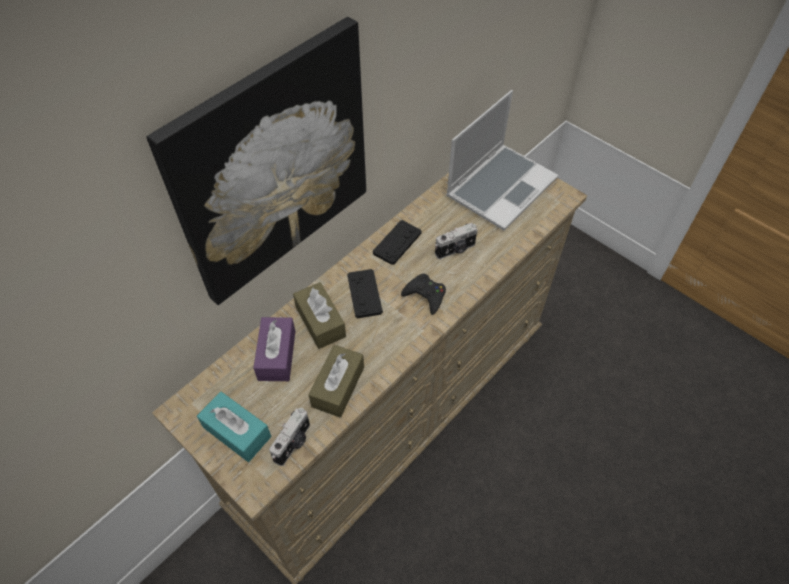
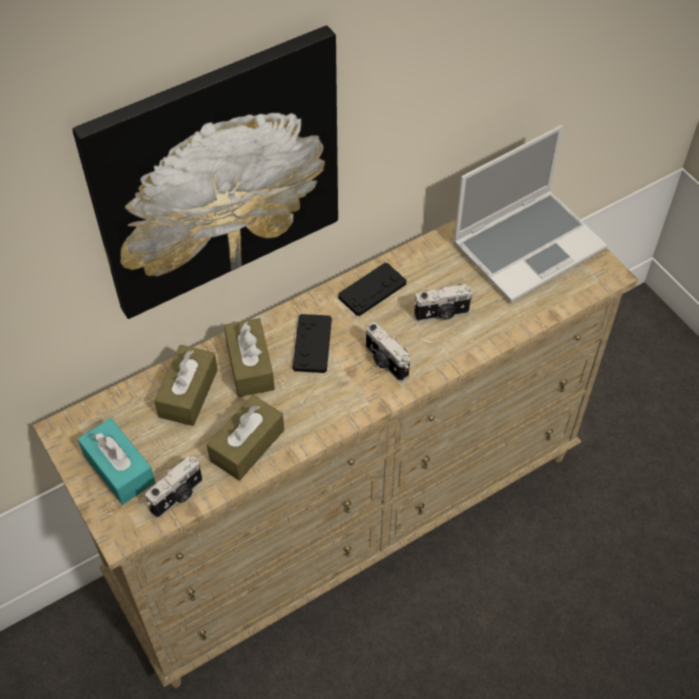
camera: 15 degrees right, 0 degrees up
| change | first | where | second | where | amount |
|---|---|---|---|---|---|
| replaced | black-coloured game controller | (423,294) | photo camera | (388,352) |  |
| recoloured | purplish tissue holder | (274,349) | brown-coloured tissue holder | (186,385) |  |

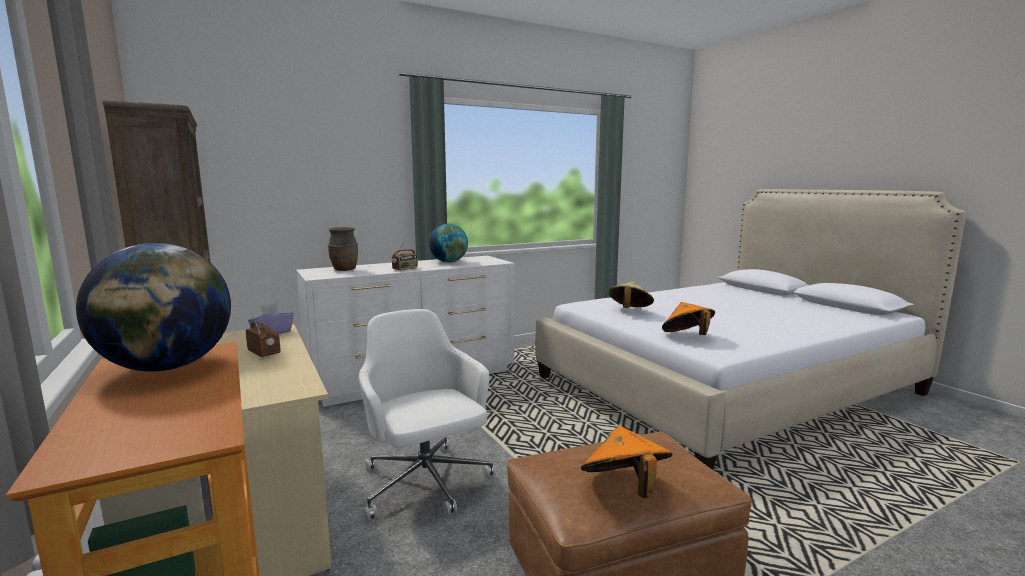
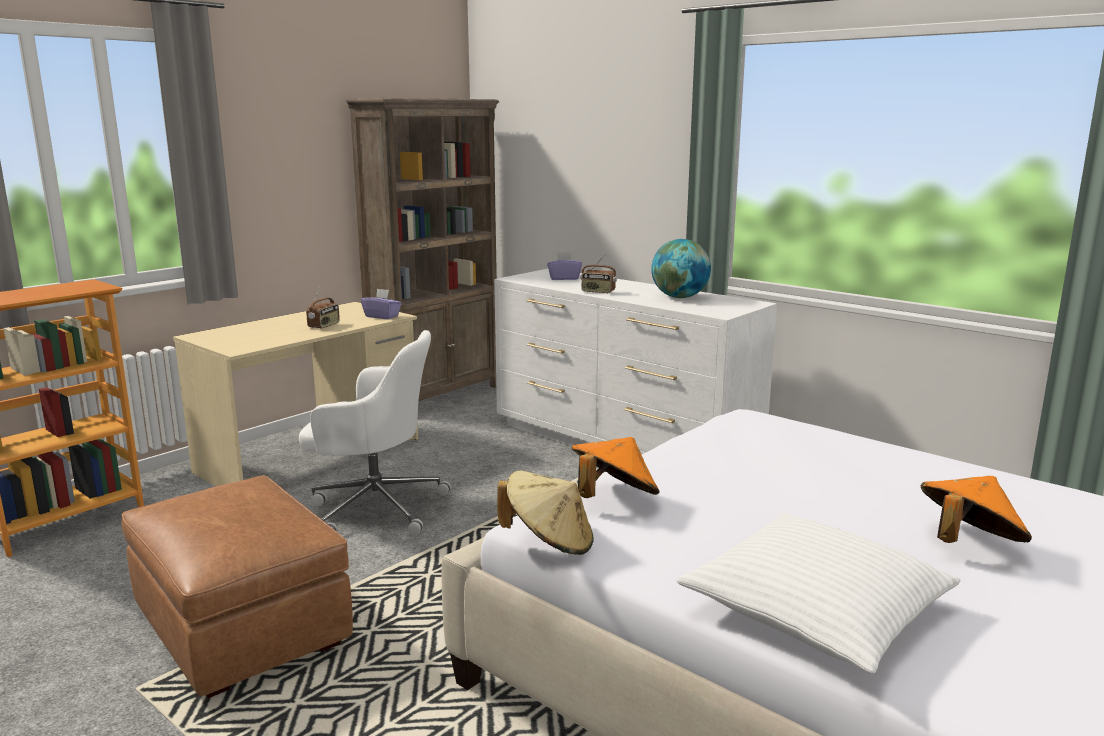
camera: 70 degrees right, 5 degrees up
| change | first | where | second | where | amount |
|---|---|---|---|---|---|
| removed | globe | (153,307) |  |  |  |
| added |  |  | white-coloured cushion | (818,593) |  |
| moved | orange clothing hat | (626,462) |  | (976,509) |  |
| moved | beige-coloured clothing hat | (631,294) |  | (545,512) |  |
| replaced | brown-coloured decorative vase | (343,249) | purplish tissue holder | (564,266) |  |
| turned | white-coloured desk chair | (427,415) |  | (375,432) | 60 degrees clockwise |

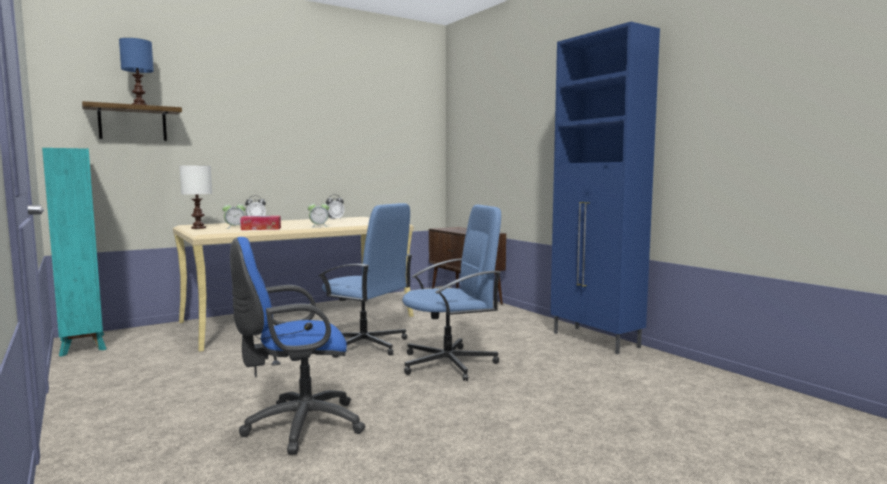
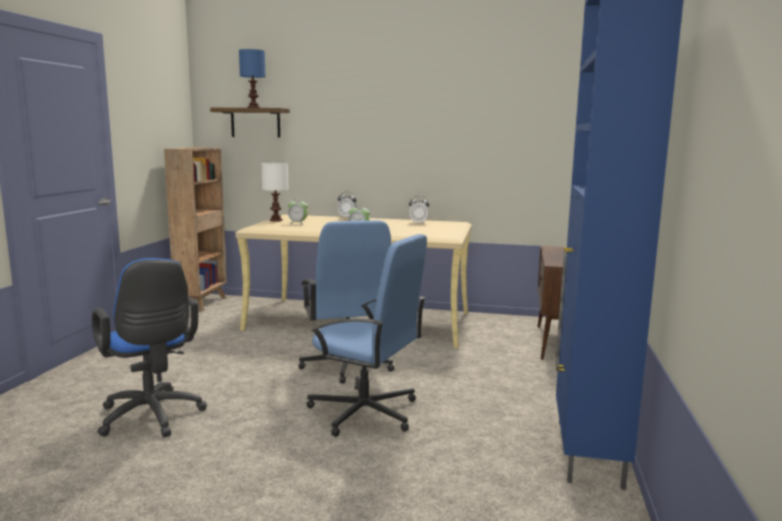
camera: 45 degrees right, 5 degrees up
| change | first | where | second | where | amount |
|---|---|---|---|---|---|
| removed | tissue holder | (260,223) |  |  |  |
| recoloured | turquoise-coloured bookshelf | (74,252) | brown-coloured bookshelf | (195,229) |  |
| turned | blue desk chair | (298,346) |  | (149,347) | 150 degrees counterclockwise |

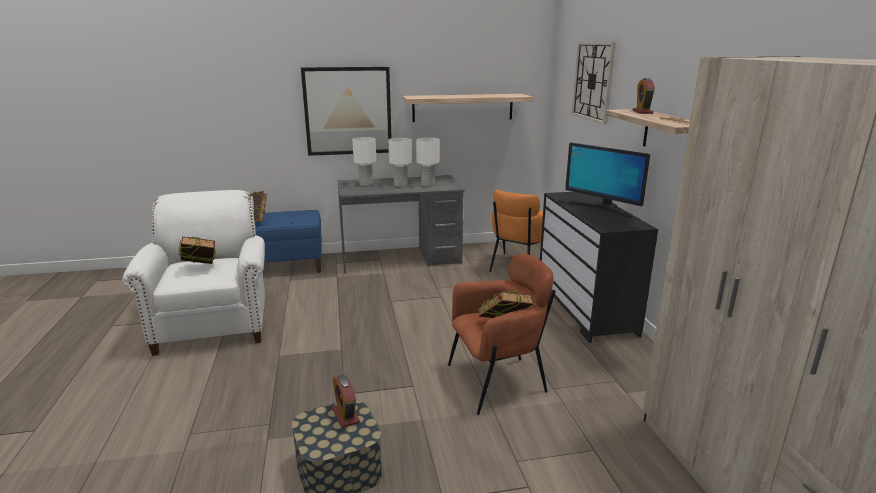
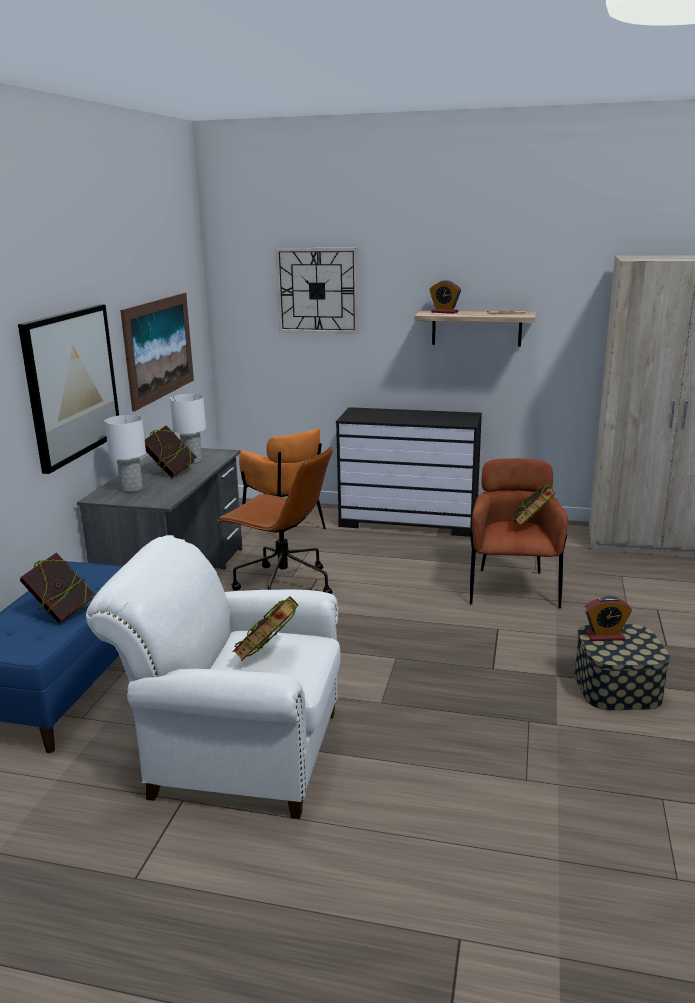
camera: 65 degrees left, 0 degrees up
| change | first | where | second | where | amount |
|---|---|---|---|---|---|
| removed | monitor | (607,179) |  |  |  |
| added |  |  | brown-coloured desk chair | (275,520) |  |
| replaced | white-coloured tabletop lamp | (400,162) | book | (171,452) |  |
| replaced | shelf | (468,108) | picture | (157,352) |  |

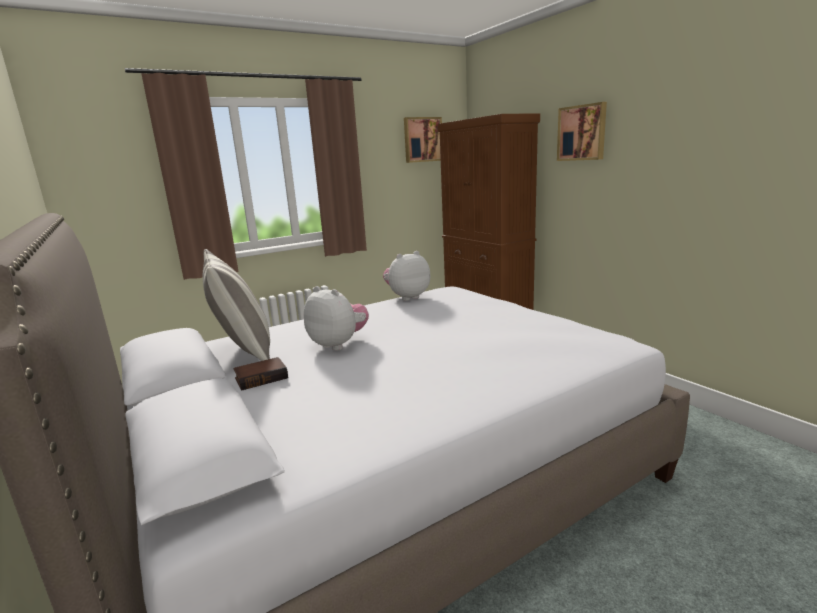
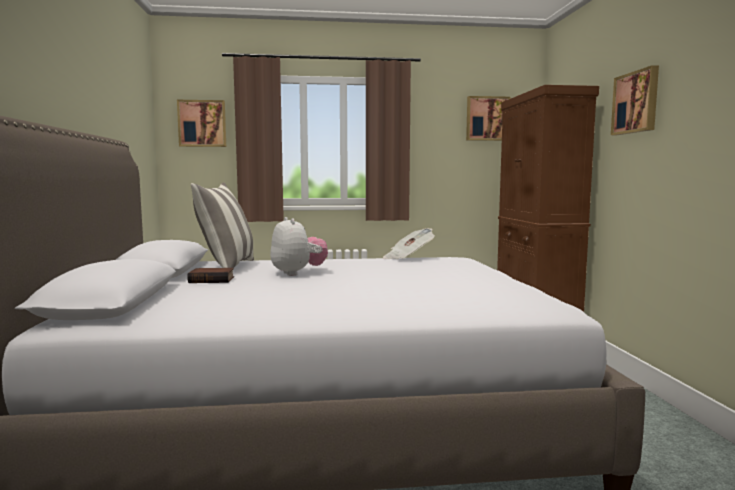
camera: 25 degrees right, 10 degrees down
| change | first | where | second | where | amount |
|---|---|---|---|---|---|
| added |  |  | picture | (201,123) |  |
| replaced | cuddly toy | (406,276) | printed paper | (408,243) |  |

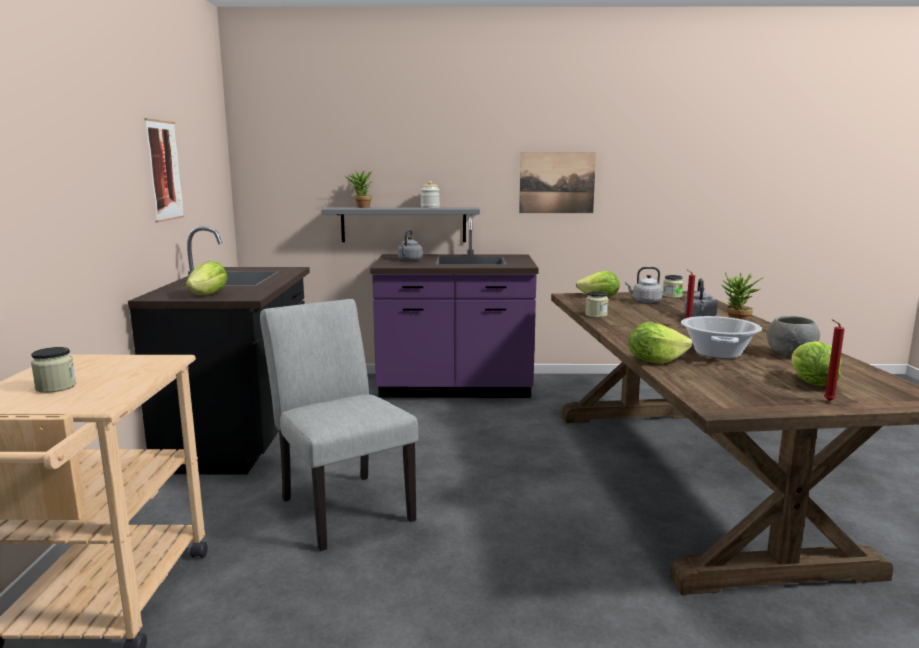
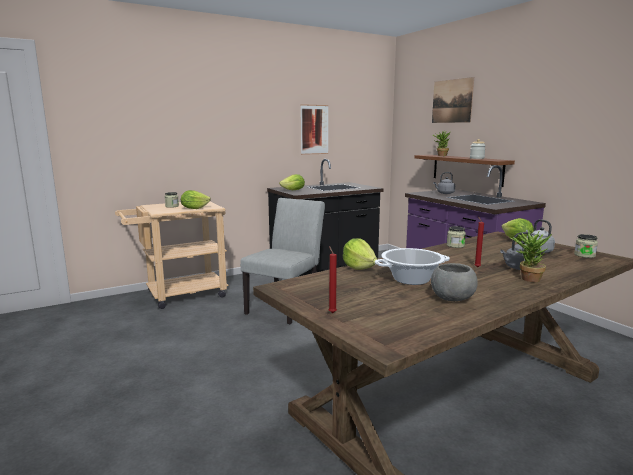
camera: 60 degrees right, 0 degrees up
| change | first | where | second | where | amount |
|---|---|---|---|---|---|
| moved | picture | (557,182) |  | (453,100) |  |
| moved | lettuce head | (817,363) |  | (196,199) |  |
| recoloured | grey shelf | (400,224) | brown-coloured shelf | (465,171) |  |

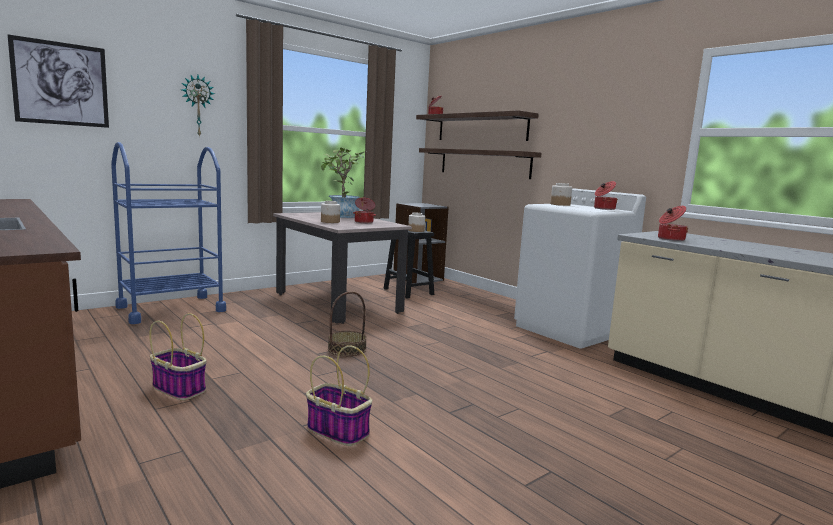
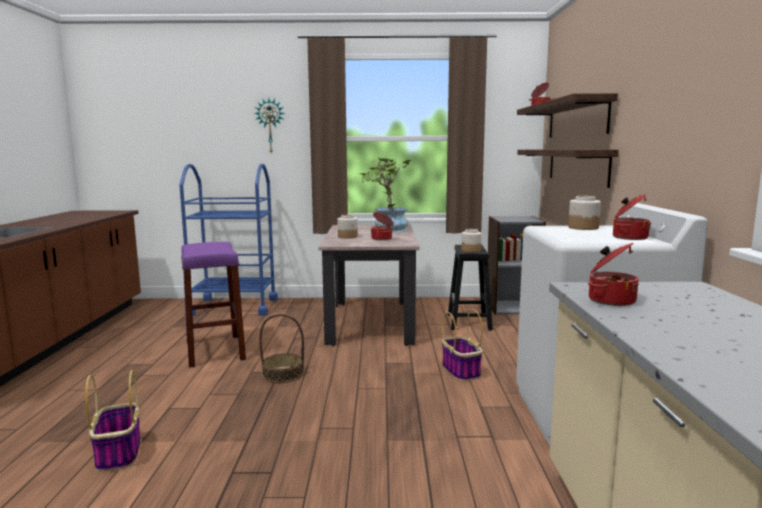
camera: 40 degrees right, 0 degrees up
| change | first | where | second | where | amount |
|---|---|---|---|---|---|
| removed | picture | (58,81) |  |  |  |
| added |  |  | purplish sitting stool | (213,305) |  |
| moved | basket | (178,357) |  | (462,345) |  |

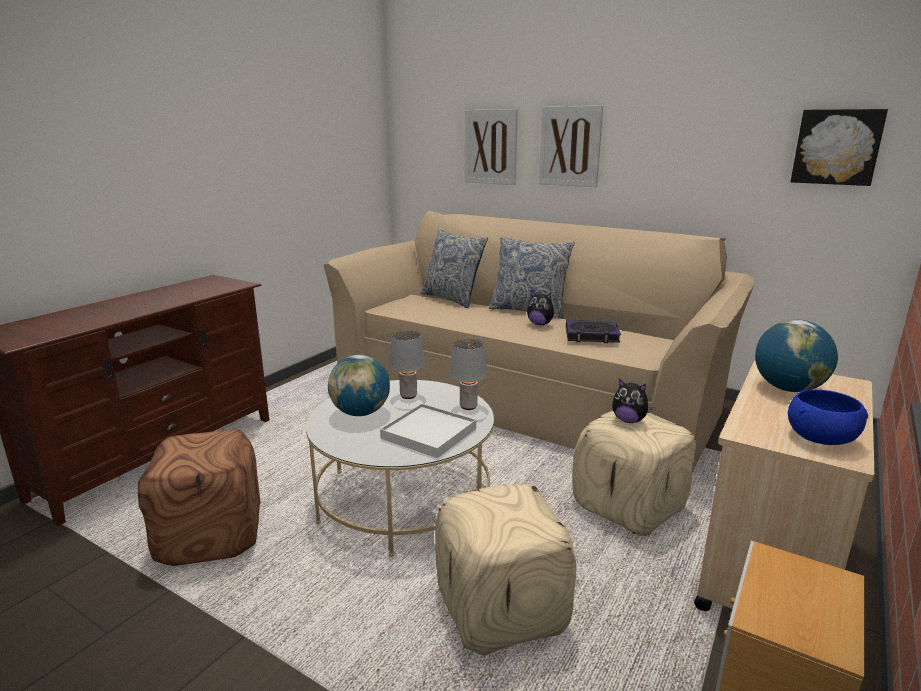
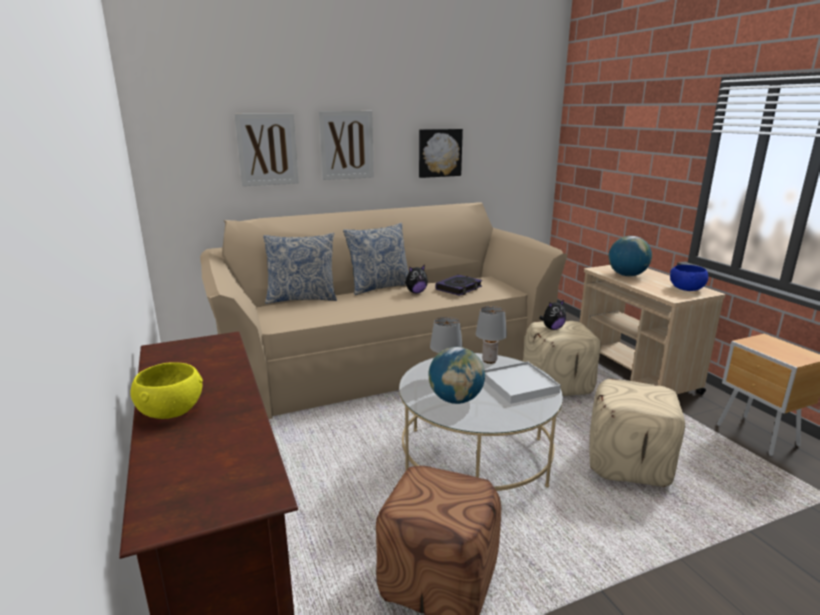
camera: 55 degrees left, 0 degrees up
| change | first | where | second | where | amount |
|---|---|---|---|---|---|
| added |  |  | yellow bowl | (167,390) |  |
| moved | picture | (839,147) |  | (441,153) |  |

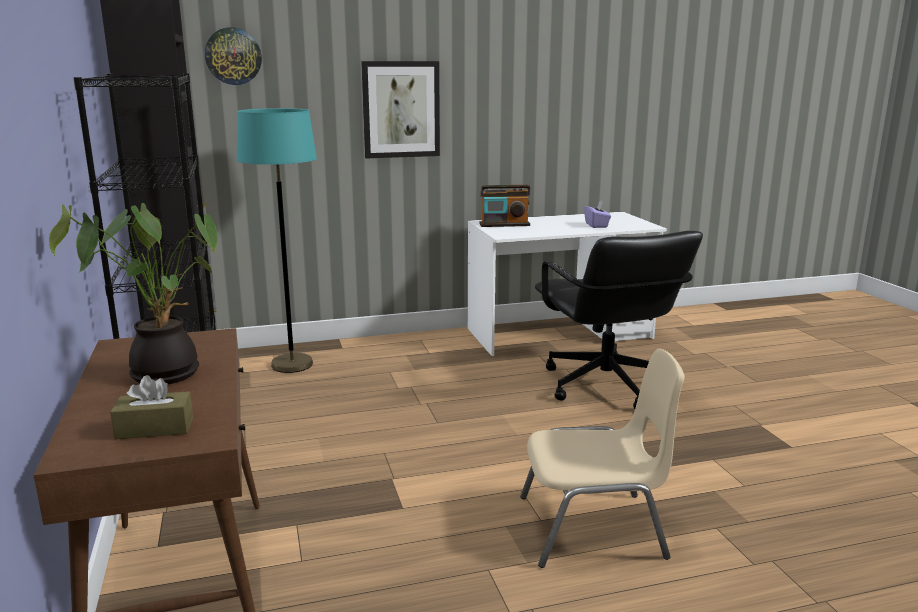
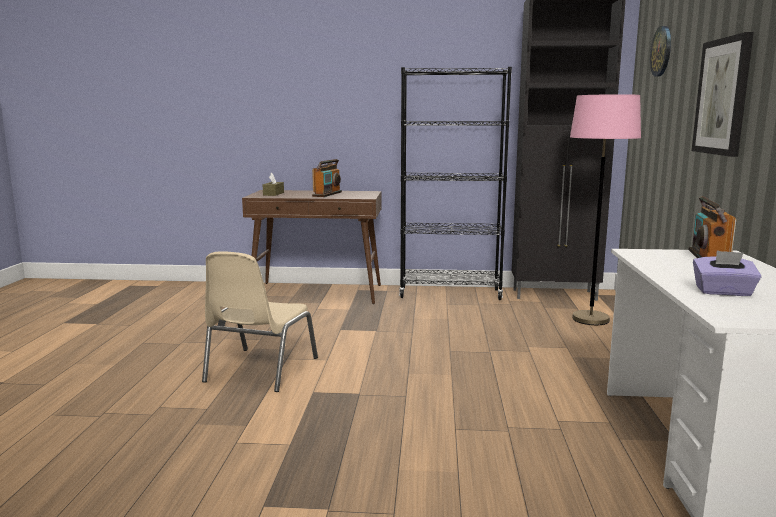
camera: 110 degrees right, 5 degrees down
| change | first | where | second | where | amount |
|---|---|---|---|---|---|
| removed | black-coloured desk chair | (619,320) |  |  |  |
| replaced | houseplant | (133,293) | radio | (327,178) |  |
| recoloured | turquoise-coloured standard lamp | (277,240) | pinkish standard lamp | (605,209) |  |

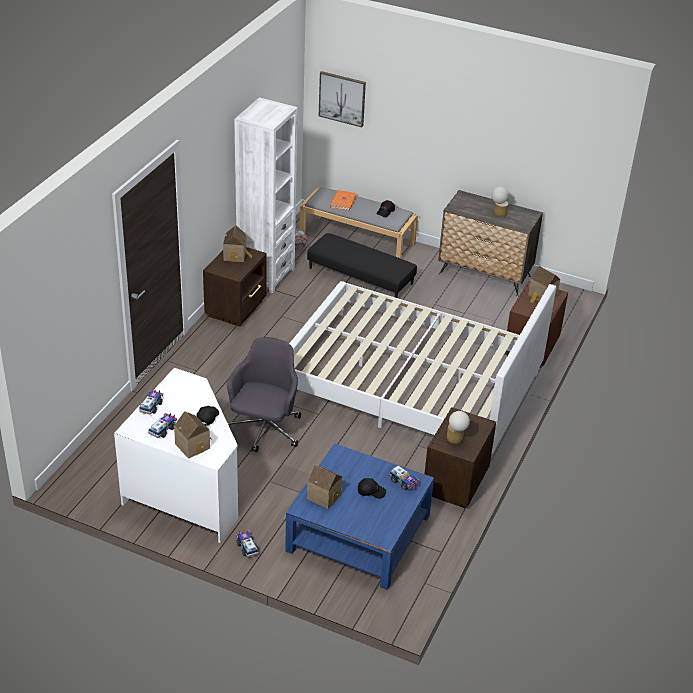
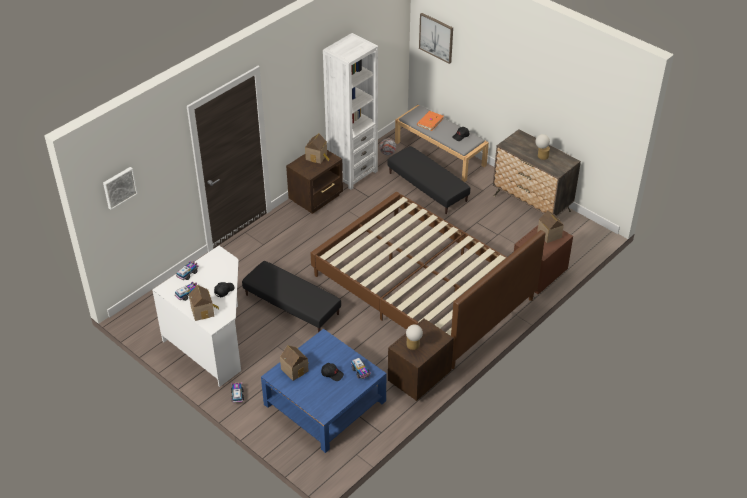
camera: 20 degrees right, 5 degrees up
| change | first | where | second | where | amount |
|---|---|---|---|---|---|
| added |  |  | picture | (120,188) |  |
| replaced | grey desk chair | (264,394) | black-coloured pouffe | (291,296) |  |
| recoloured | white-coloured bed | (422,367) | brown-coloured bed | (427,280) |  |

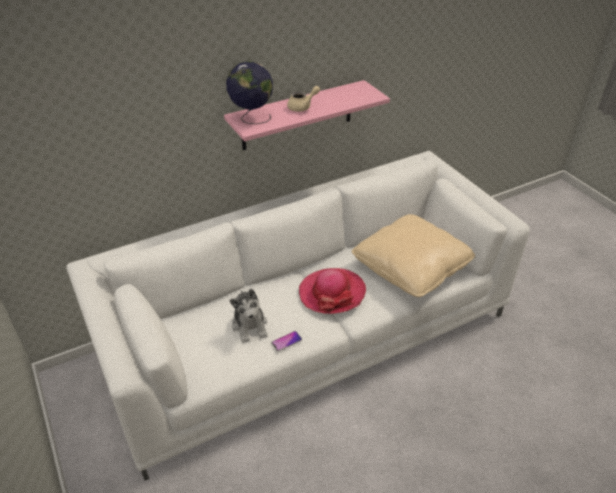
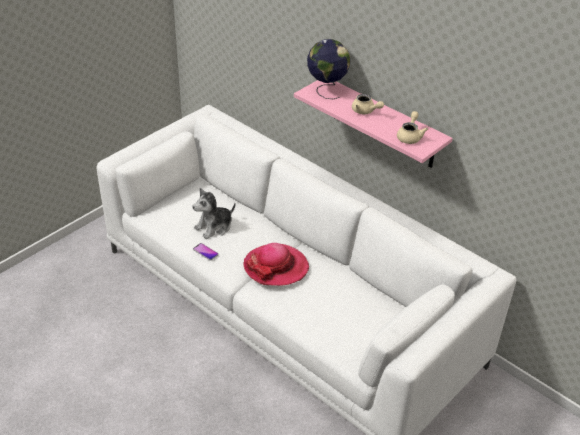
camera: 70 degrees right, 0 degrees up
| change | first | where | second | where | amount |
|---|---|---|---|---|---|
| removed | beige-coloured cushion | (413,255) |  |  |  |
| added |  |  | beige-coloured tea pot | (412,127) |  |

